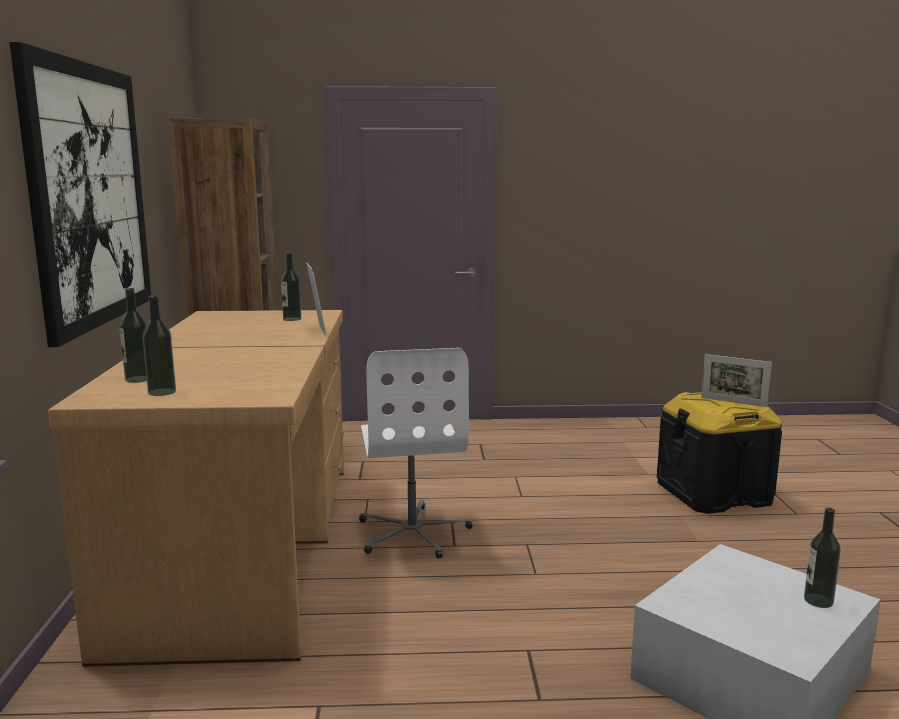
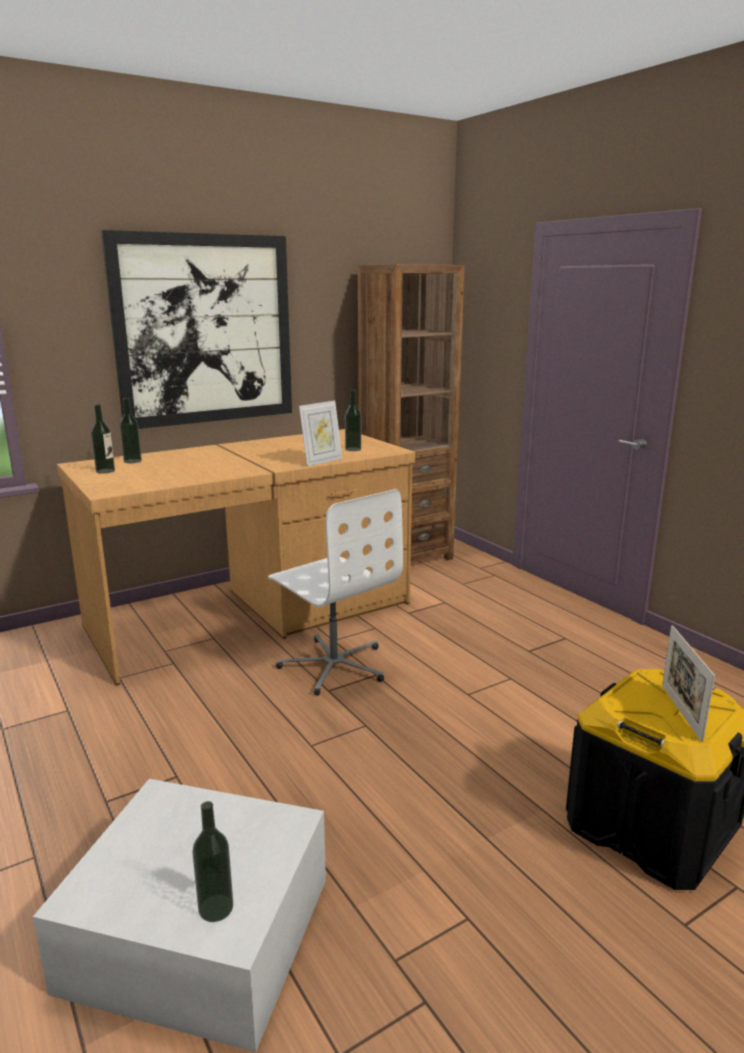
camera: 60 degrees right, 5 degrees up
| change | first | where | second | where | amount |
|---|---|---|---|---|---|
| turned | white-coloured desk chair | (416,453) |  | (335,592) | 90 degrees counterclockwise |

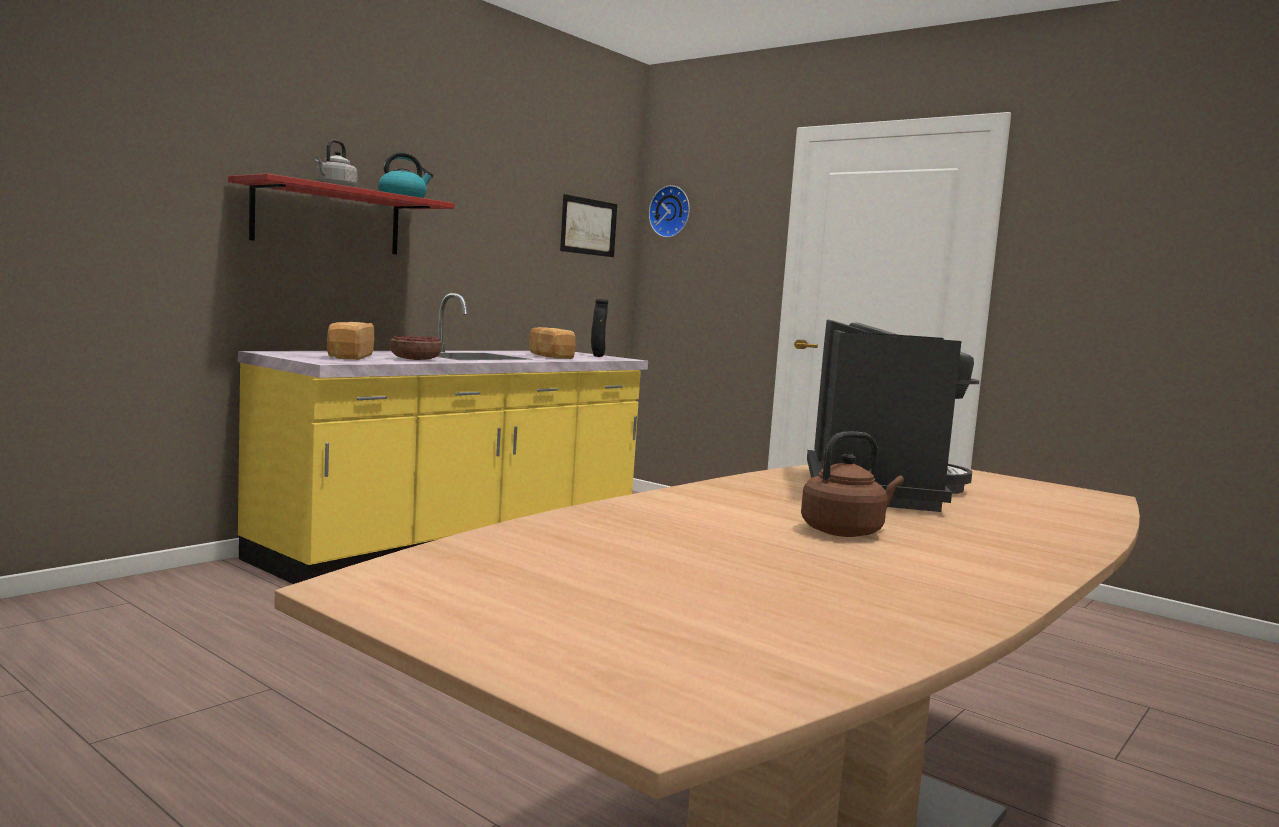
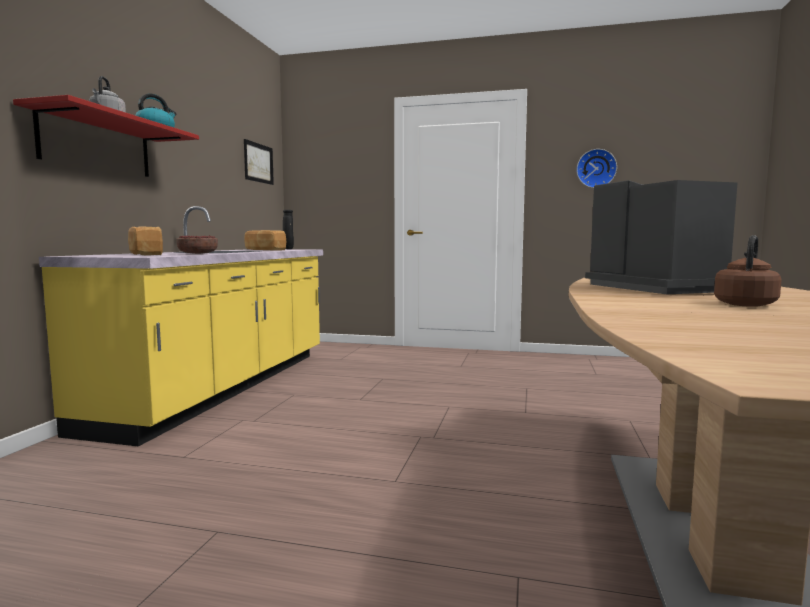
camera: 25 degrees left, 0 degrees up
| change | first | where | second | where | amount |
|---|---|---|---|---|---|
| moved | clock on the wall | (669,211) |  | (596,168) |  |

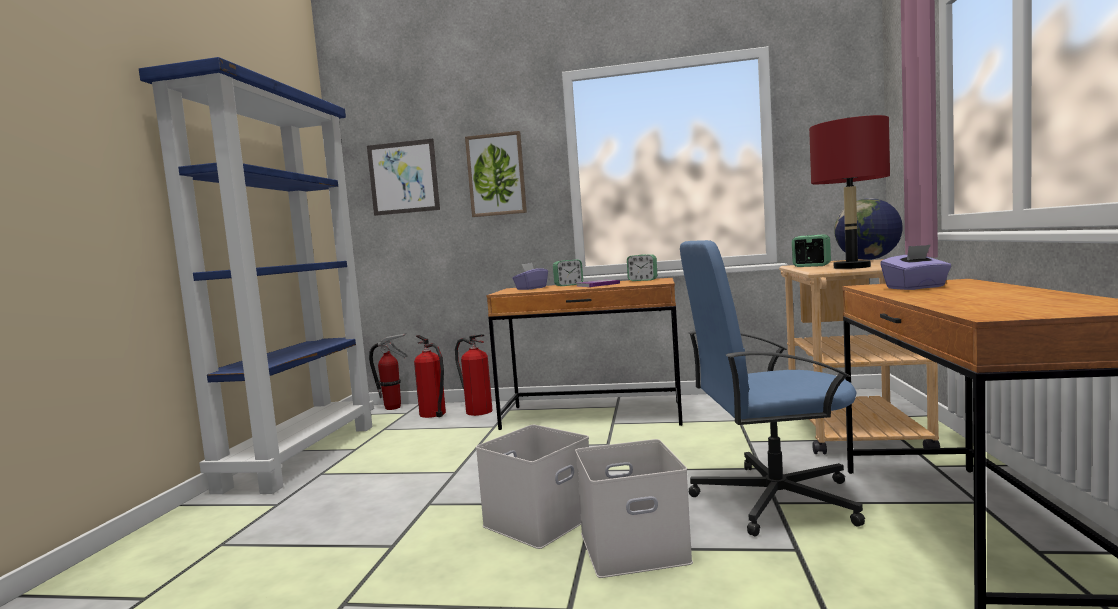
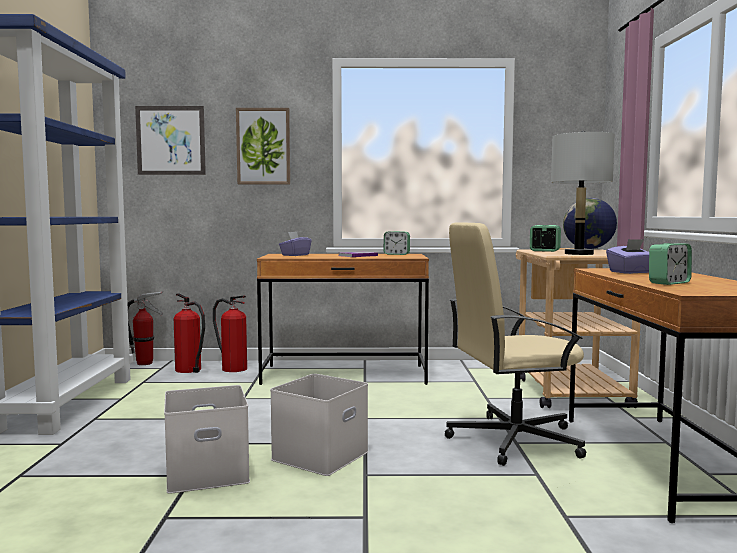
camera: 10 degrees left, 0 degrees up
| change | first | where | second | where | amount |
|---|---|---|---|---|---|
| moved | alarm clock | (568,272) |  | (670,264) |  |
| moved | white-coloured storage bin | (634,508) |  | (207,439) |  |
| recoloured | blue desk chair | (772,388) | beige-coloured desk chair | (515,344) |  |
| recoloured | red-coloured tabletop lamp | (849,192) | grey tabletop lamp | (583,193) |  |

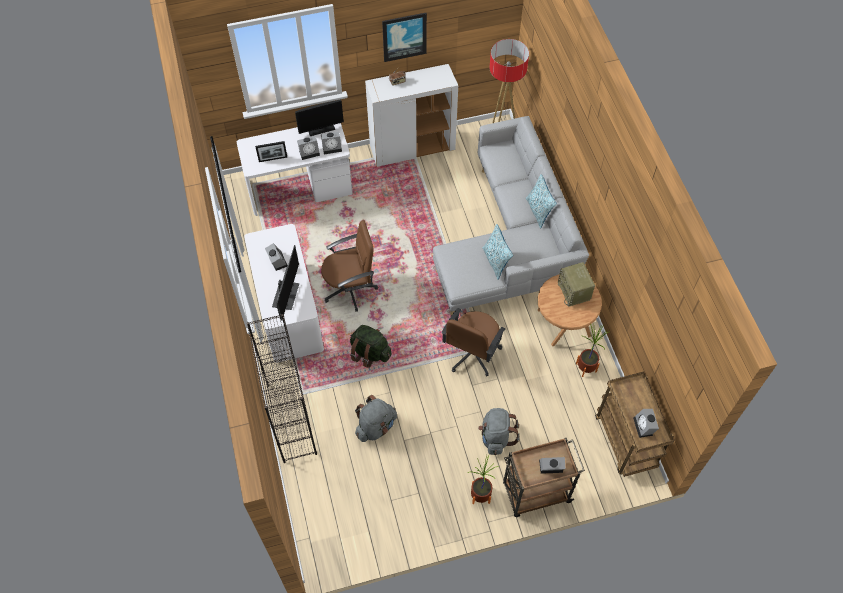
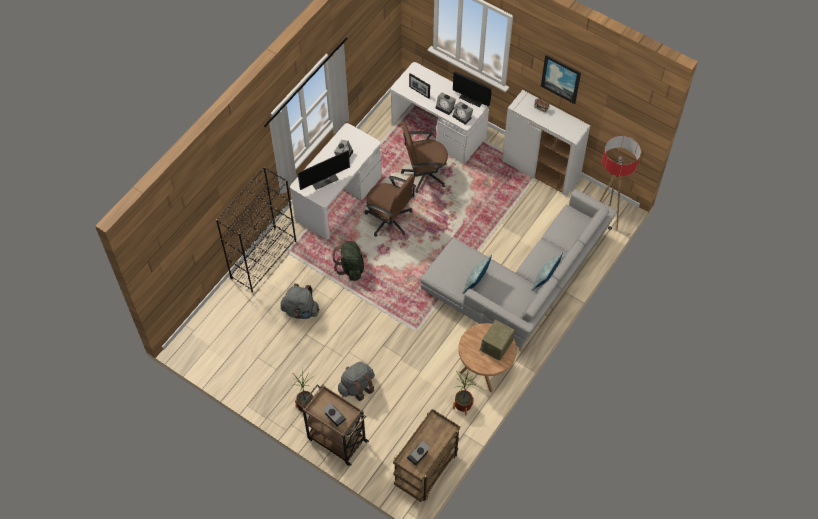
camera: 50 degrees right, 0 degrees up
| change | first | where | second | where | amount |
|---|---|---|---|---|---|
| moved | brown-coloured desk chair | (473,342) |  | (424,157) |  |

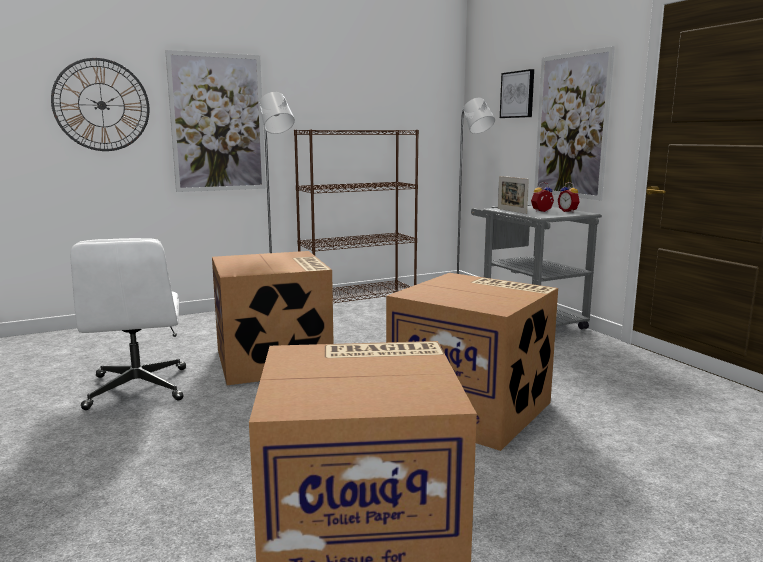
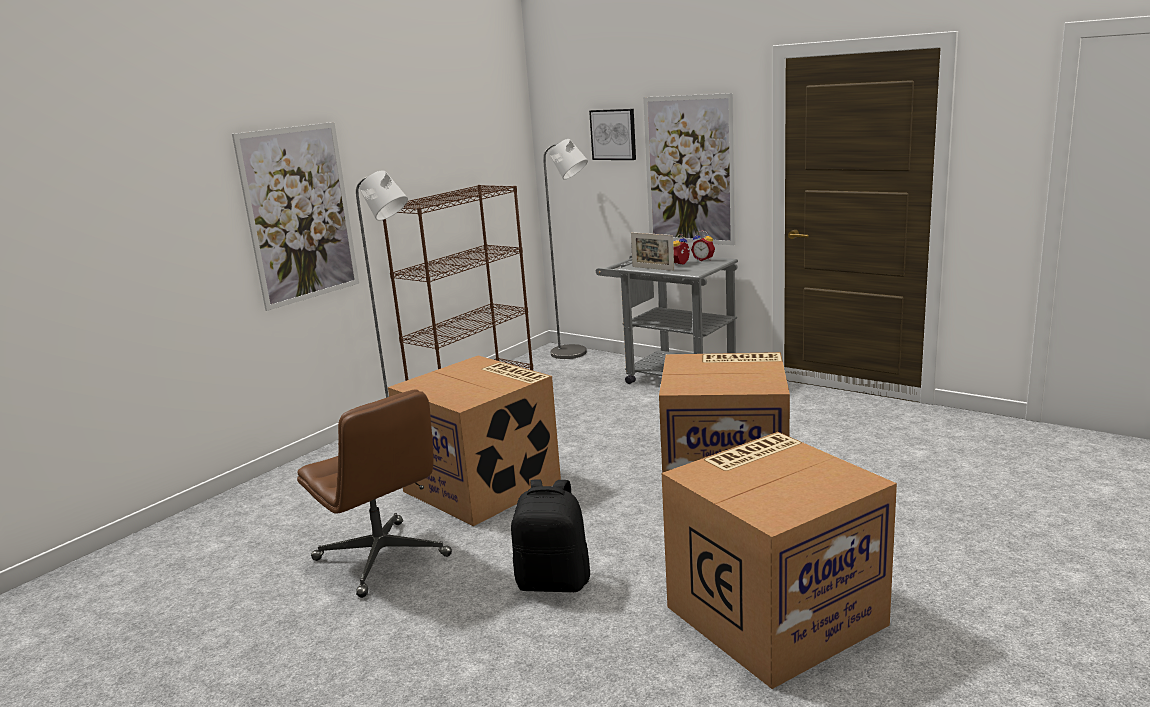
camera: 25 degrees left, 5 degrees up
| change | first | where | second | where | amount |
|---|---|---|---|---|---|
| removed | clock on the wall | (100,104) |  |  |  |
| added |  |  | black-coloured backpack | (550,536) |  |
| recoloured | white-coloured desk chair | (128,324) | brown-coloured desk chair | (374,493) |  |

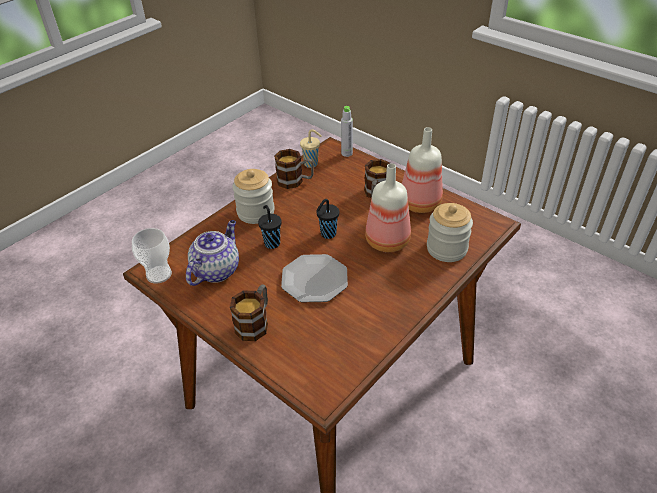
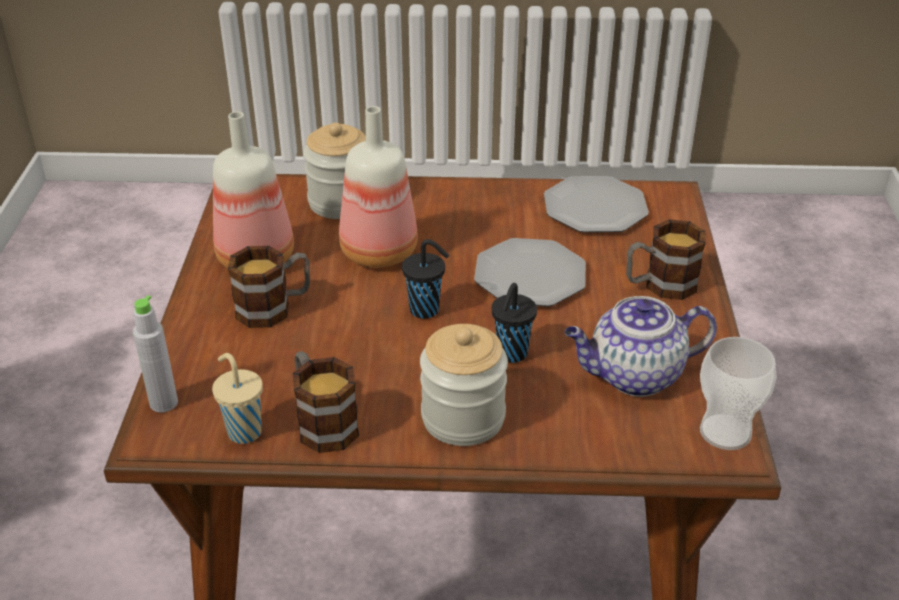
camera: 130 degrees left, 5 degrees down
| change | first | where | second | where | amount |
|---|---|---|---|---|---|
| added |  |  | flat dish | (596,204) |  |

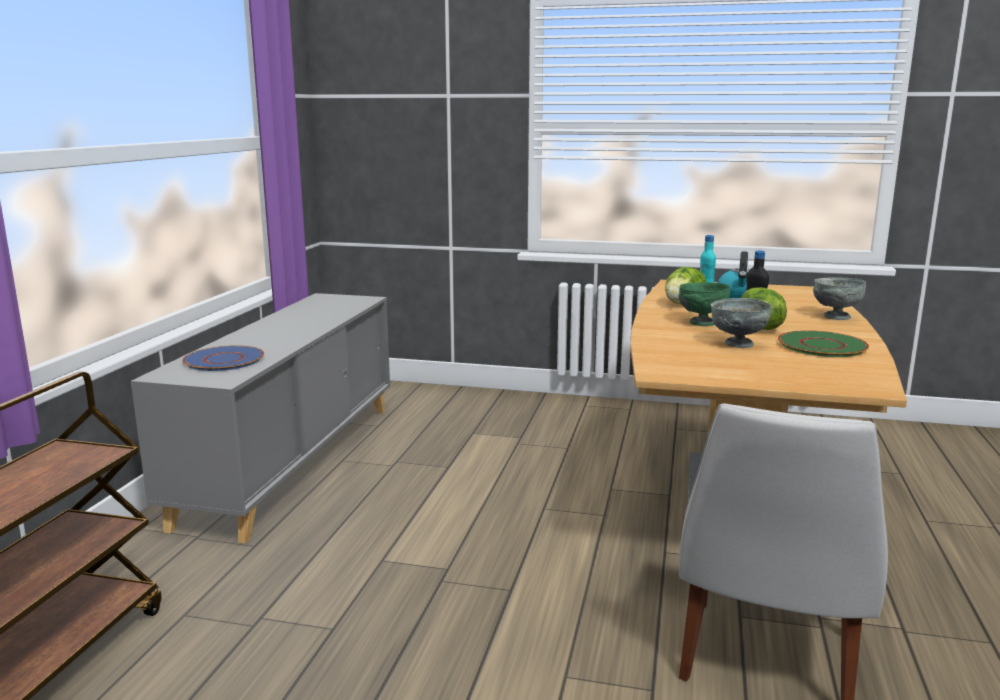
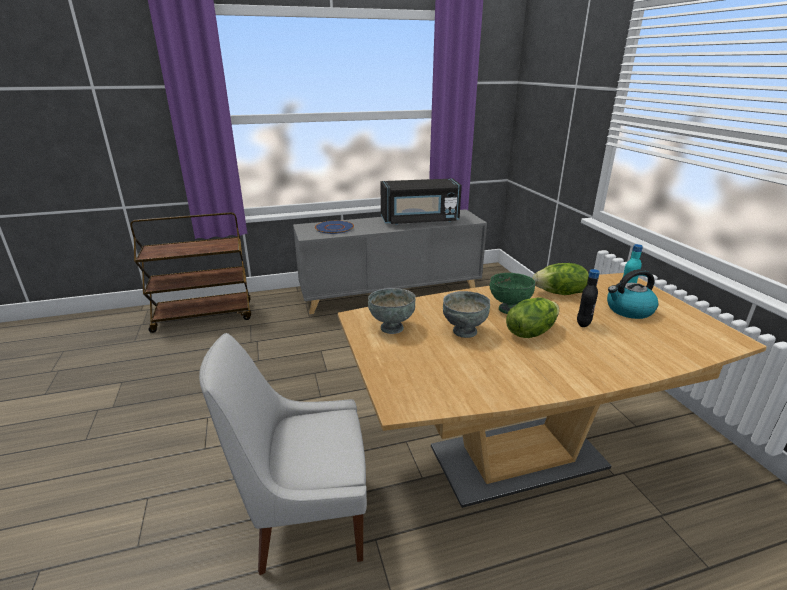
camera: 60 degrees right, 10 degrees up
| change | first | where | second | where | amount |
|---|---|---|---|---|---|
| removed | green-coloured flat dish | (823,343) |  |  |  |
| added |  |  | black-coloured microwave | (421,201) |  |
| moved | grey bowl | (839,298) |  | (392,311) |  |

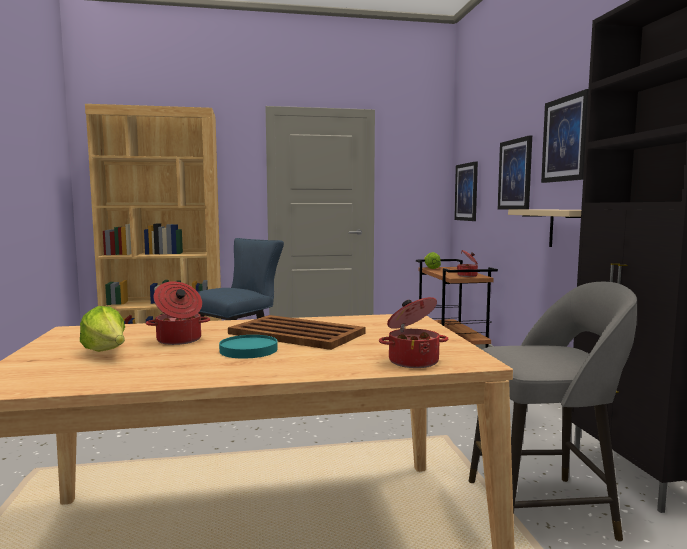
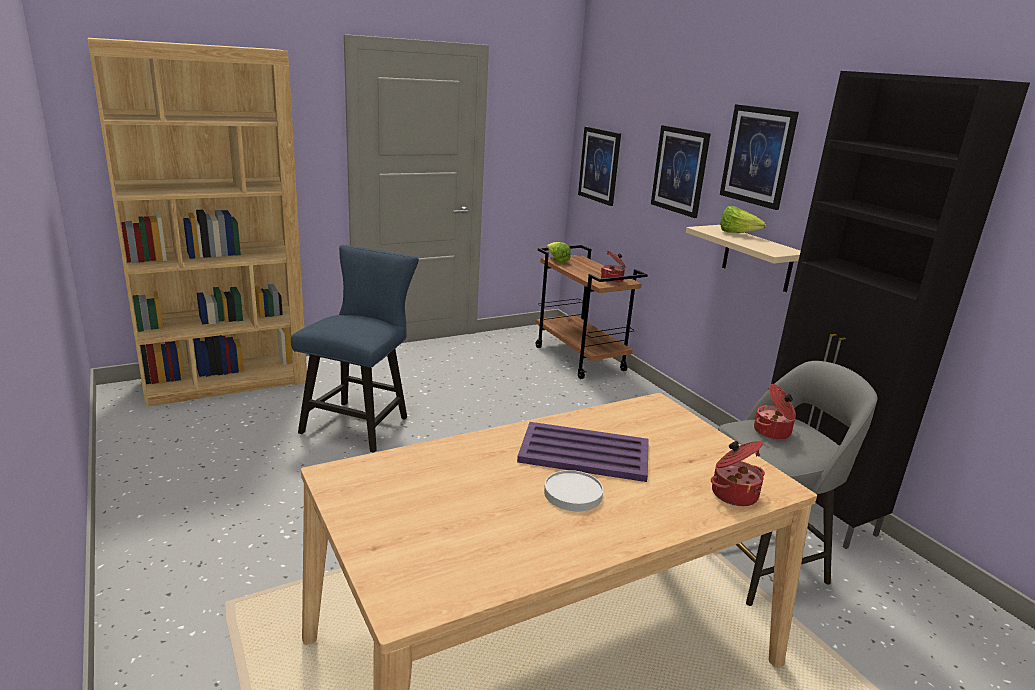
camera: 20 degrees left, 15 degrees up
| change | first | where | second | where | amount |
|---|---|---|---|---|---|
| moved | lettuce head | (102,329) |  | (743,219) |  |
| moved | cooking pot | (178,313) |  | (775,412) |  |
| recoloured | turquoise-coloured flat dish | (248,347) | white-coloured flat dish | (573,490) |  |
| recoloured | brown-coloured serving tray | (296,332) | purplish serving tray | (583,452) |  |

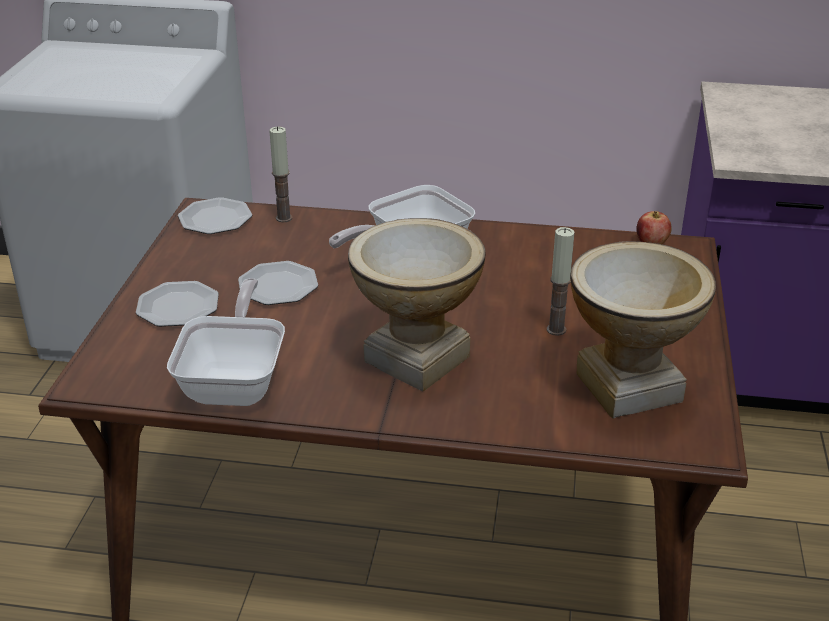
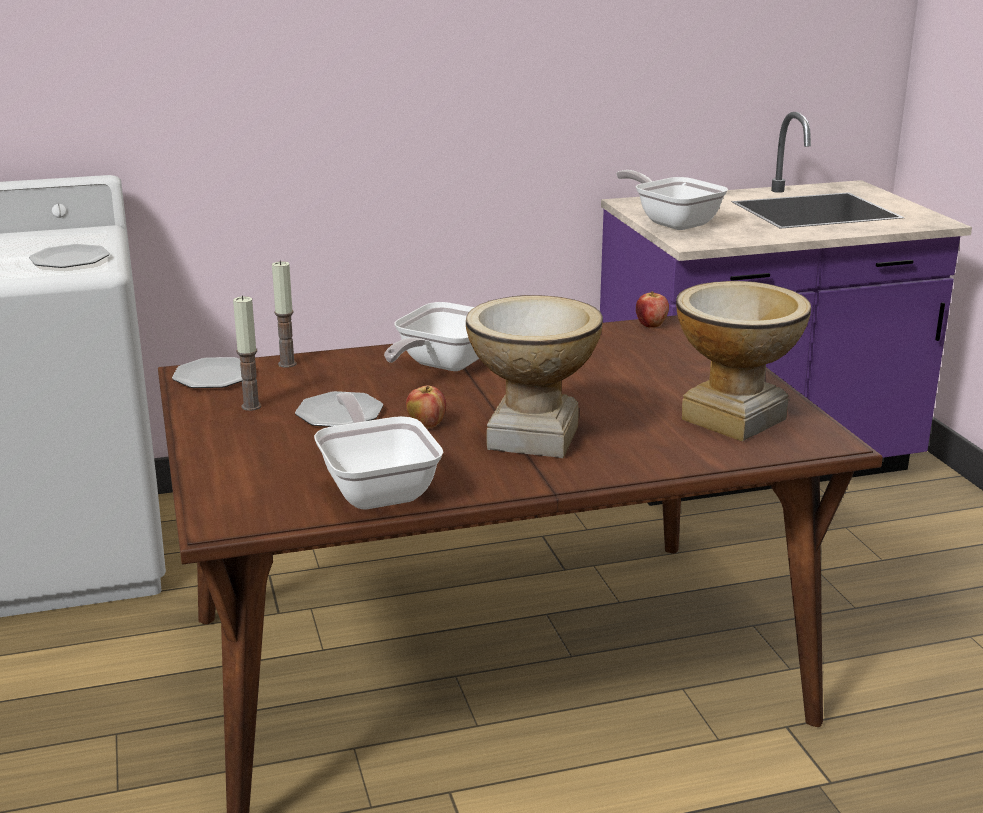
camera: 25 degrees left, 10 degrees down
| change | first | where | second | where | amount |
|---|---|---|---|---|---|
| added |  |  | apple fruit | (426,406) |  |
| added |  |  | pan | (672,200) |  |
| moved | flat dish | (177,304) |  | (69,256) |  |
| moved | wax candle | (561,281) |  | (247,353) |  |

